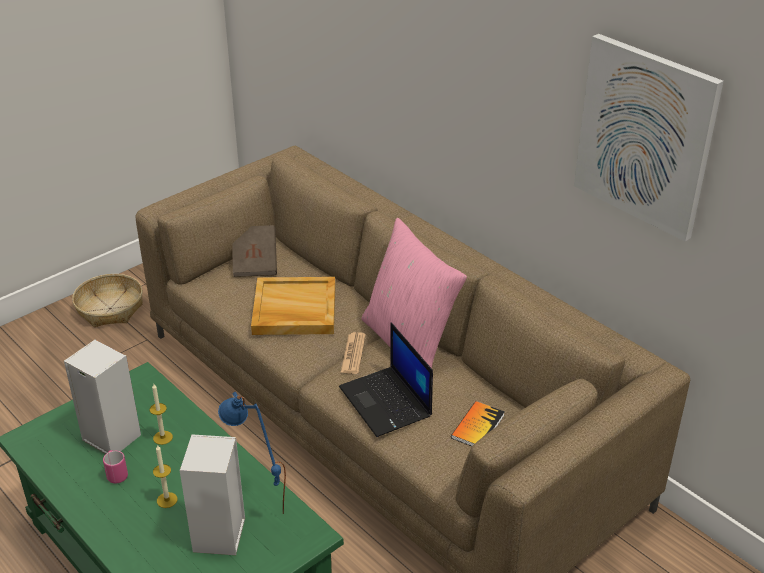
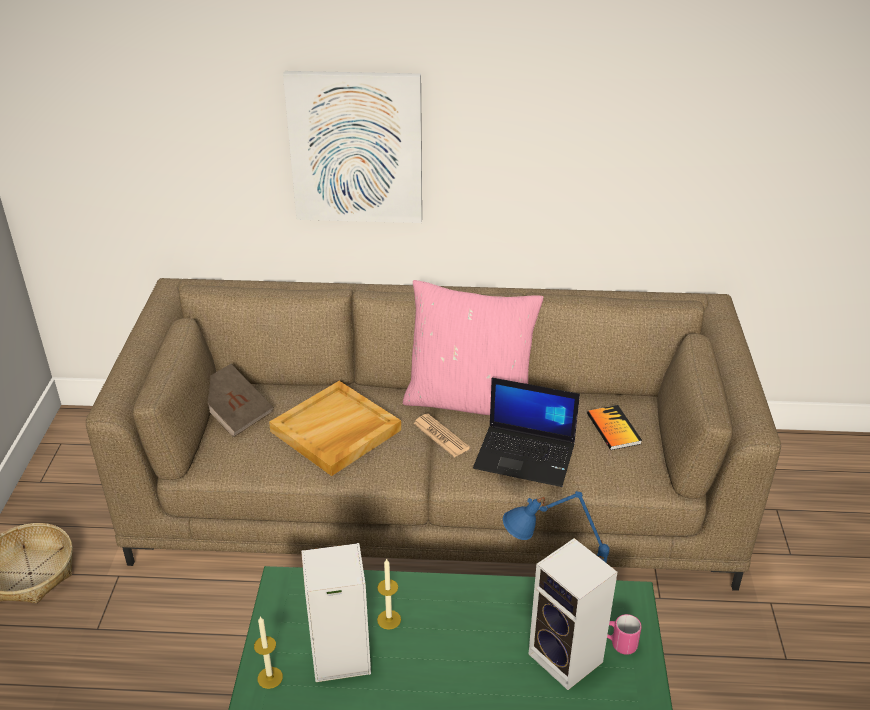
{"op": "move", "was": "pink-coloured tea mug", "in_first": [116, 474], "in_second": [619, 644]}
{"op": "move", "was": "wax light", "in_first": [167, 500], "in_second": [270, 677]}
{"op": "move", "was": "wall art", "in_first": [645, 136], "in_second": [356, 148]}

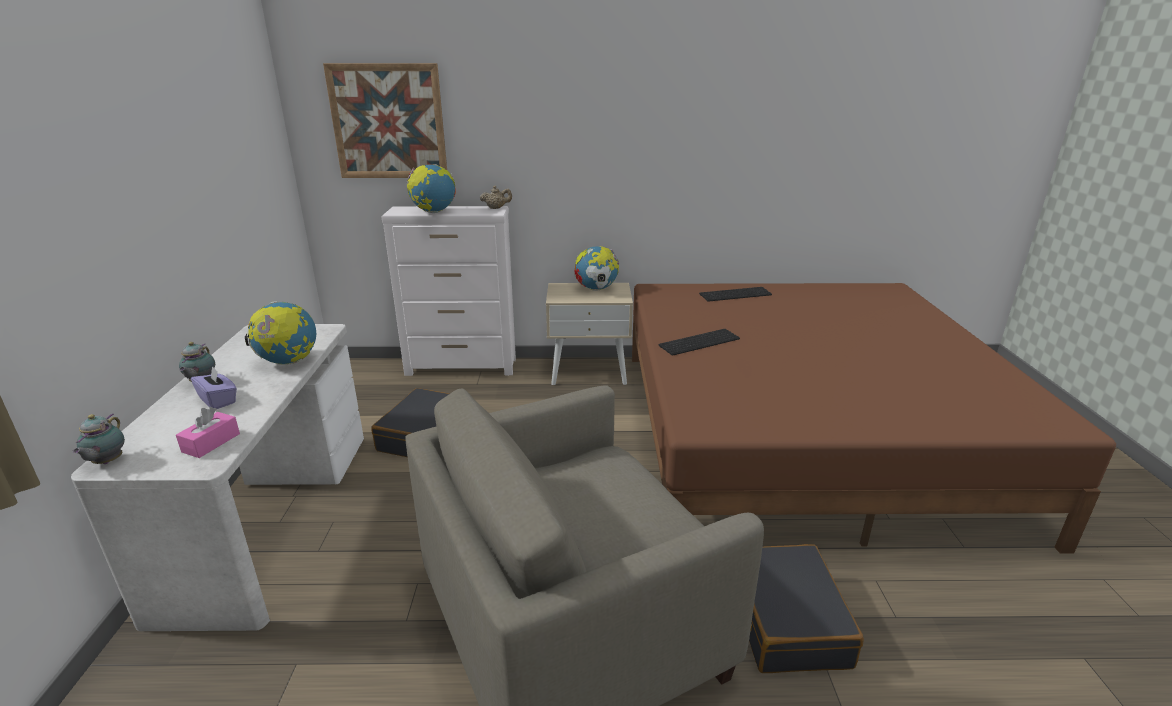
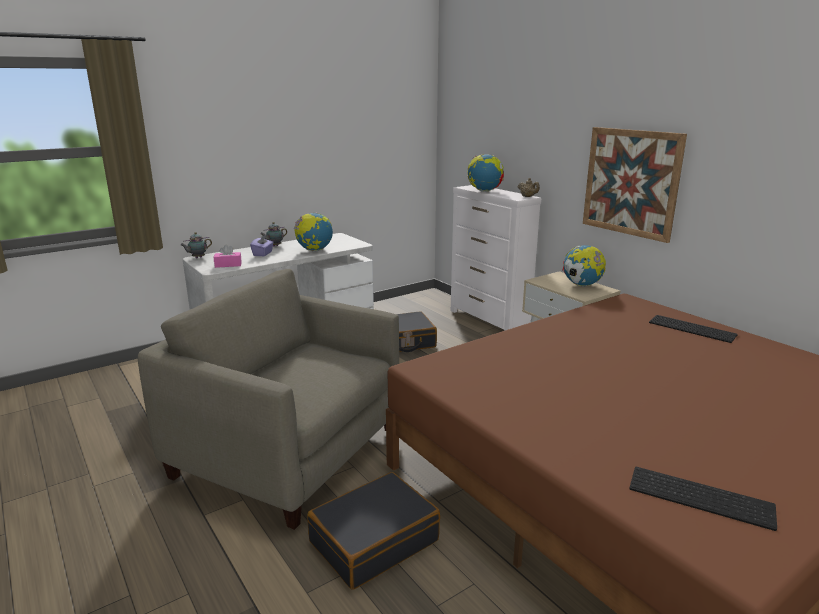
{"op": "move", "was": "wall art", "in_first": [388, 122], "in_second": [631, 182]}
{"op": "move", "was": "computer keyboard", "in_first": [699, 341], "in_second": [702, 496]}

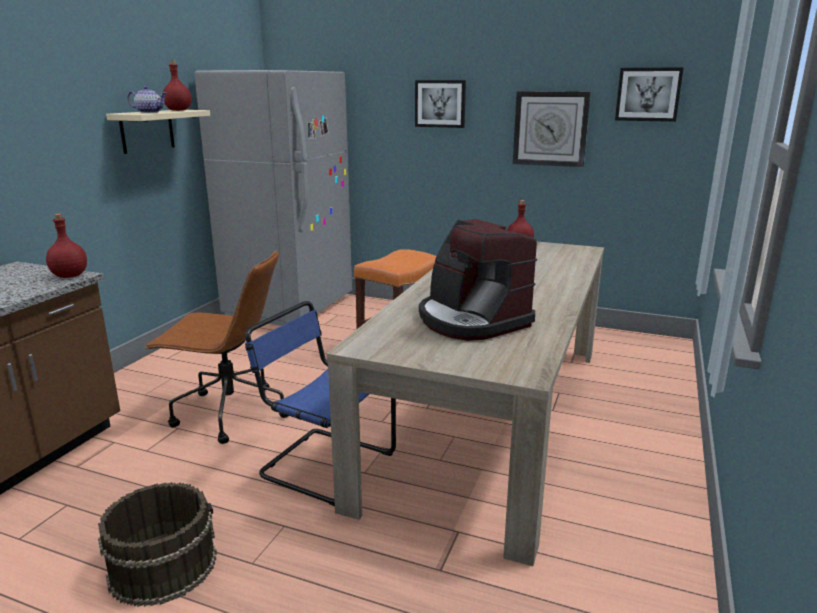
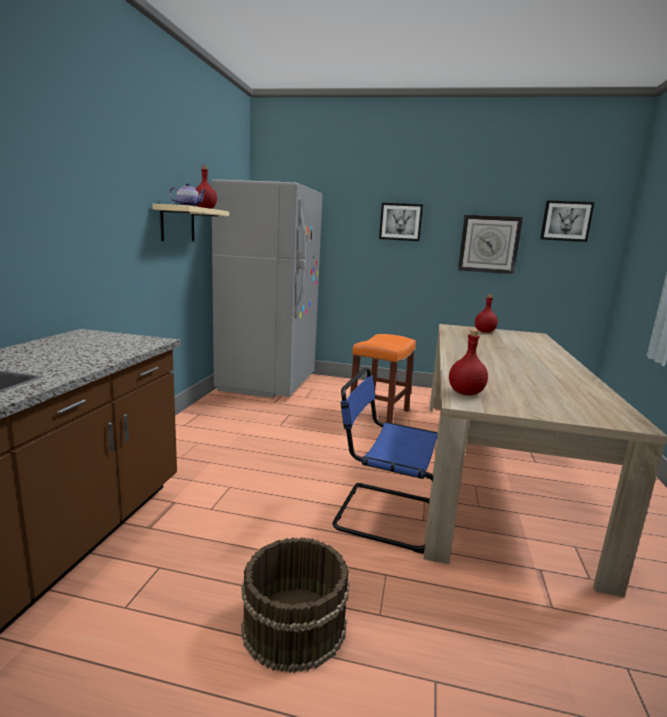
{"op": "move", "was": "red beverage bottle", "in_first": [69, 276], "in_second": [466, 393]}
{"op": "delete", "was": "brown desk chair", "in_first": [229, 413]}
{"op": "delete", "was": "coffee maker", "in_first": [471, 320]}

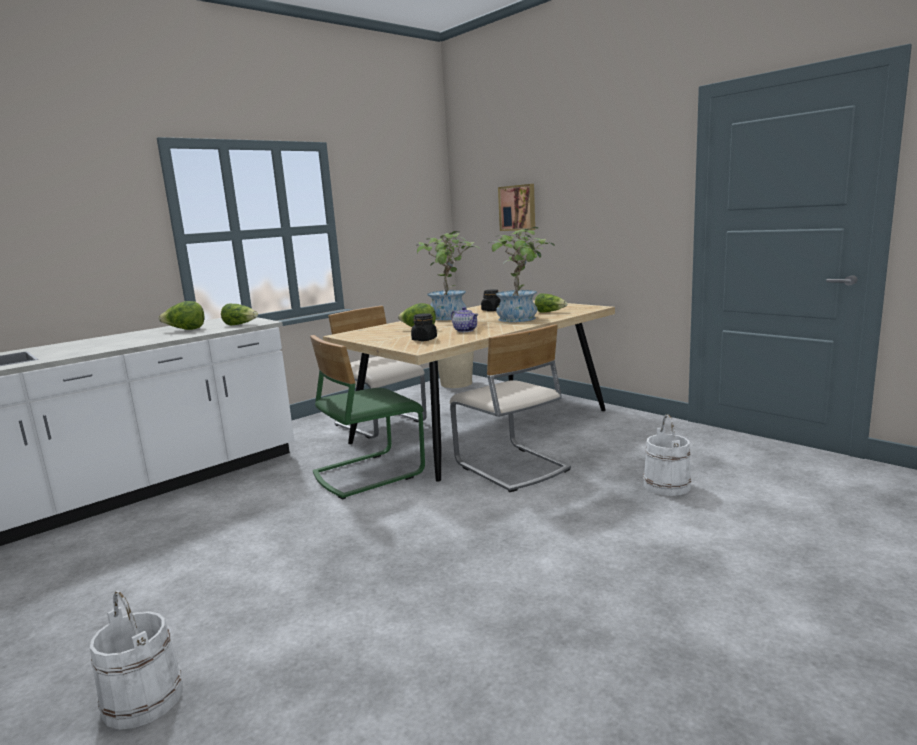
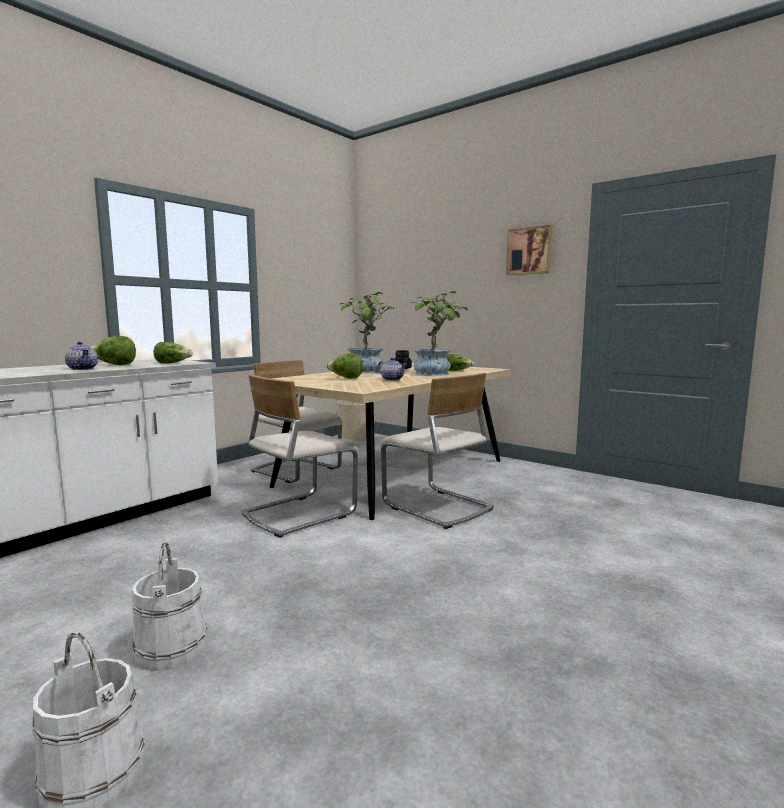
{"op": "recolor", "was": "green plain chair", "now": "beige plain chair", "in_first": [368, 473], "in_second": [298, 513]}
{"op": "delete", "was": "black storage jar", "in_first": [424, 339]}
{"op": "move", "was": "wall art", "in_first": [518, 208], "in_second": [529, 251]}
{"op": "move", "was": "white-coloured water bucket", "in_first": [666, 485], "in_second": [171, 648]}
{"op": "insert", "now": "teapot", "in_second": [83, 369]}

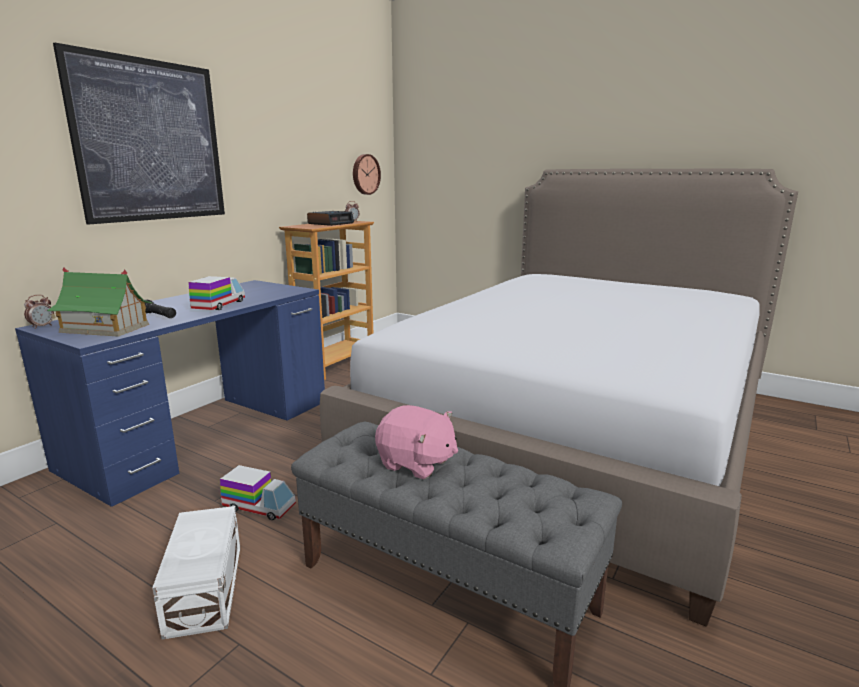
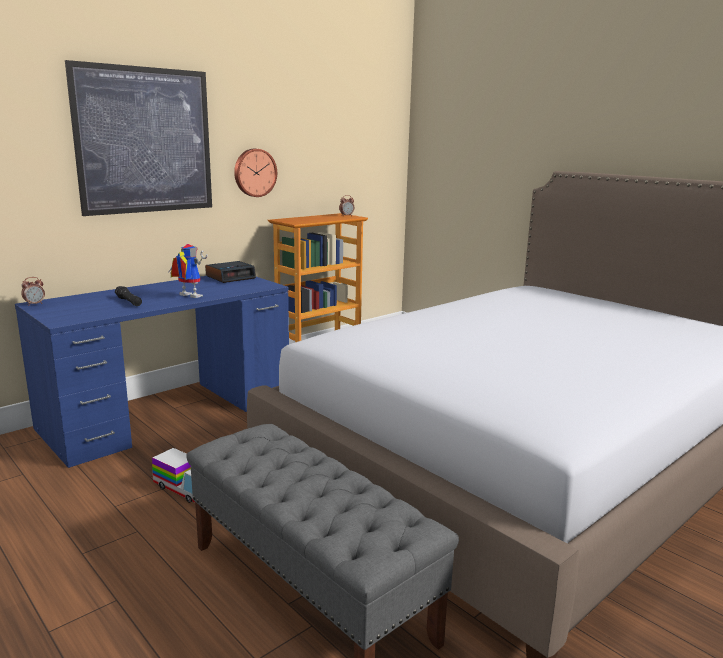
{"op": "delete", "was": "model house", "in_first": [104, 328]}
{"op": "delete", "was": "white-coloured storage box", "in_first": [203, 591]}
{"op": "replace", "was": "toy lorry", "now": "toy robot", "in_first": [219, 305], "in_second": [186, 296]}
{"op": "move", "was": "bedside clock", "in_first": [330, 223], "in_second": [231, 277]}
{"op": "move", "was": "clock on the wall", "in_first": [365, 174], "in_second": [254, 172]}
{"op": "delete", "was": "pink-coloured plush toy", "in_first": [416, 463]}

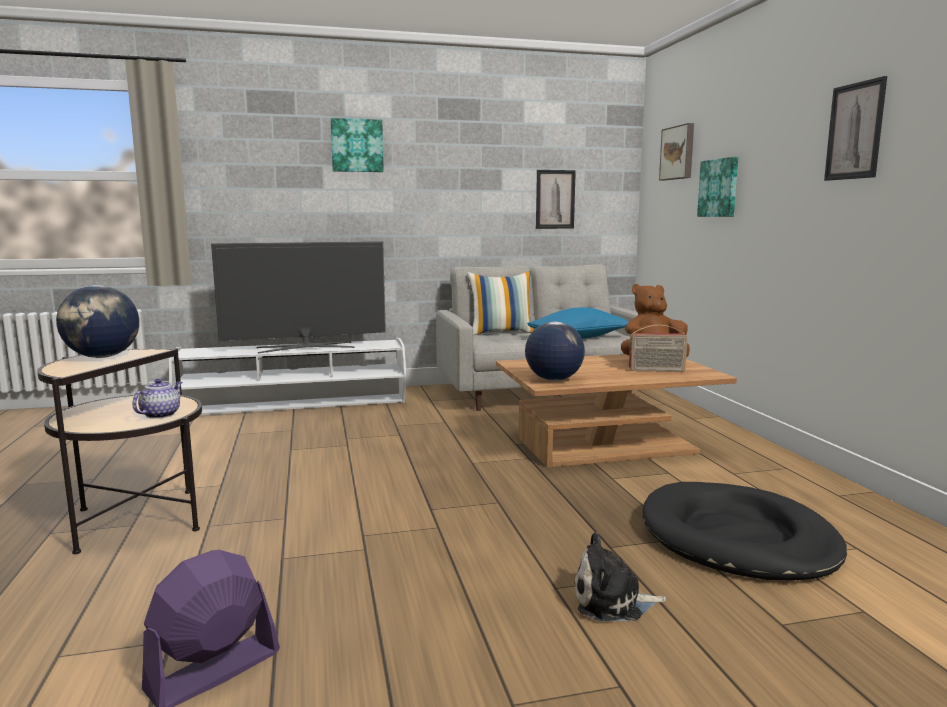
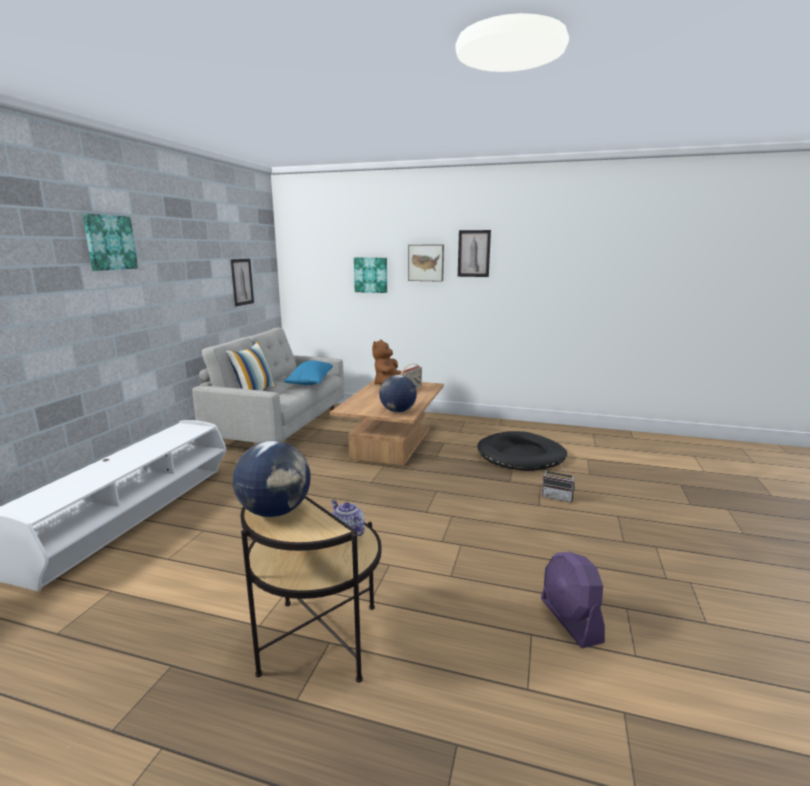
{"op": "delete", "was": "television", "in_first": [306, 347]}
{"op": "replace", "was": "plush toy", "now": "radio", "in_first": [612, 601], "in_second": [557, 497]}
{"op": "move", "was": "wall art", "in_first": [678, 153], "in_second": [426, 262]}

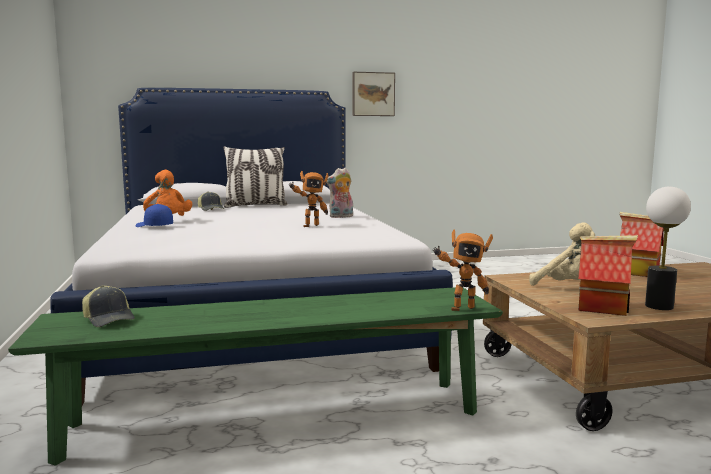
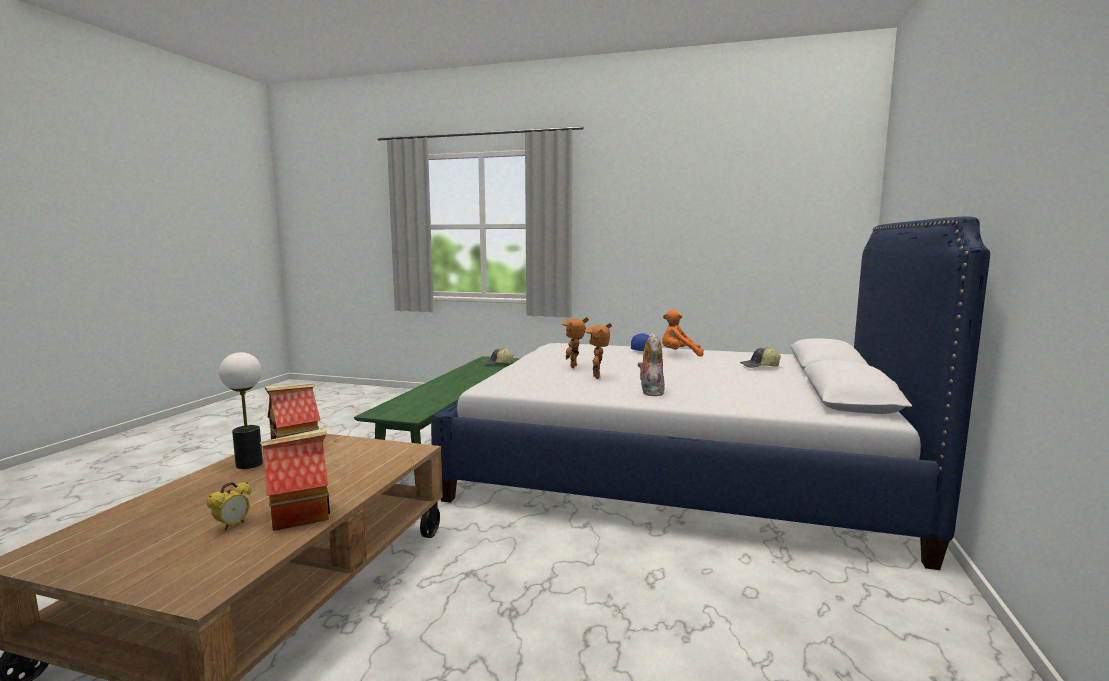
{"op": "delete", "was": "pillow", "in_first": [255, 206]}
{"op": "delete", "was": "wall art", "in_first": [373, 94]}
{"op": "move", "was": "toy robot", "in_first": [461, 308], "in_second": [576, 366]}
{"op": "delete", "was": "beige plush toy", "in_first": [568, 286]}
{"op": "insert", "now": "bedside clock", "in_second": [232, 525]}

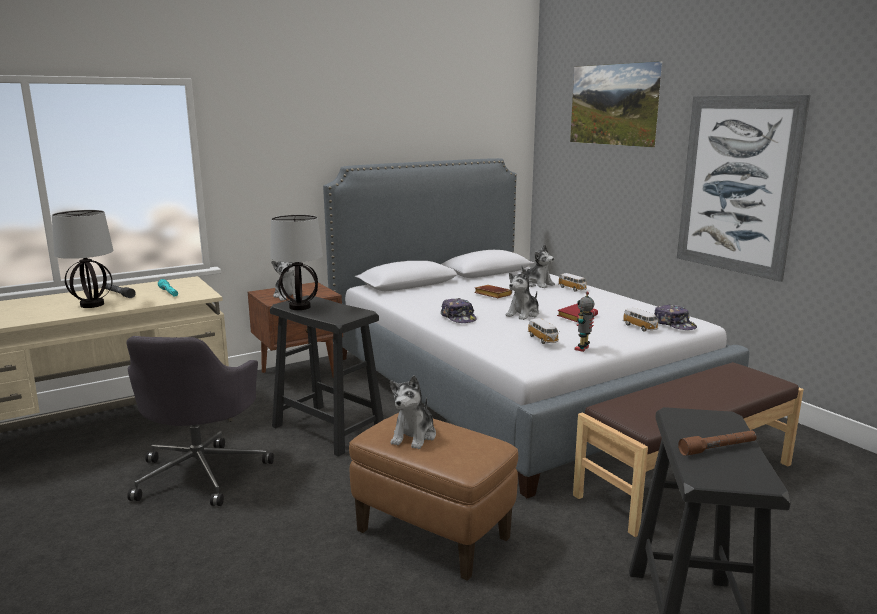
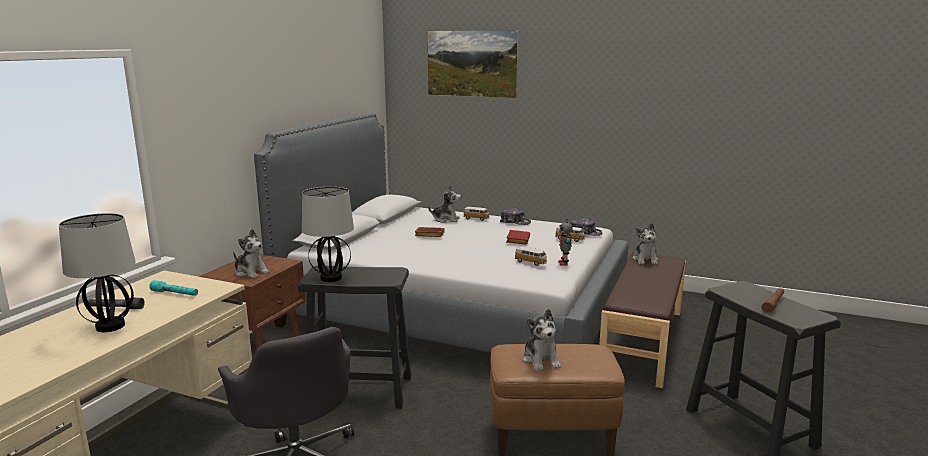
{"op": "move", "was": "cap", "in_first": [458, 318], "in_second": [515, 222]}
{"op": "move", "was": "plush toy", "in_first": [523, 314], "in_second": [645, 260]}
{"op": "delete", "was": "wall art", "in_first": [737, 185]}

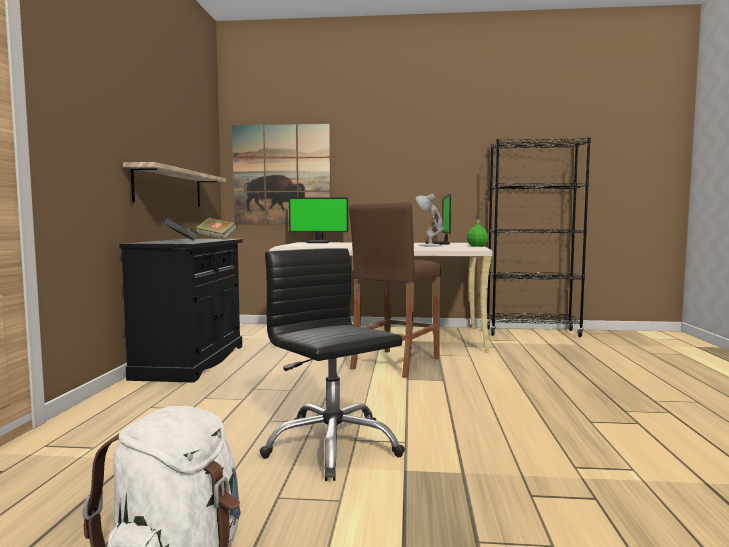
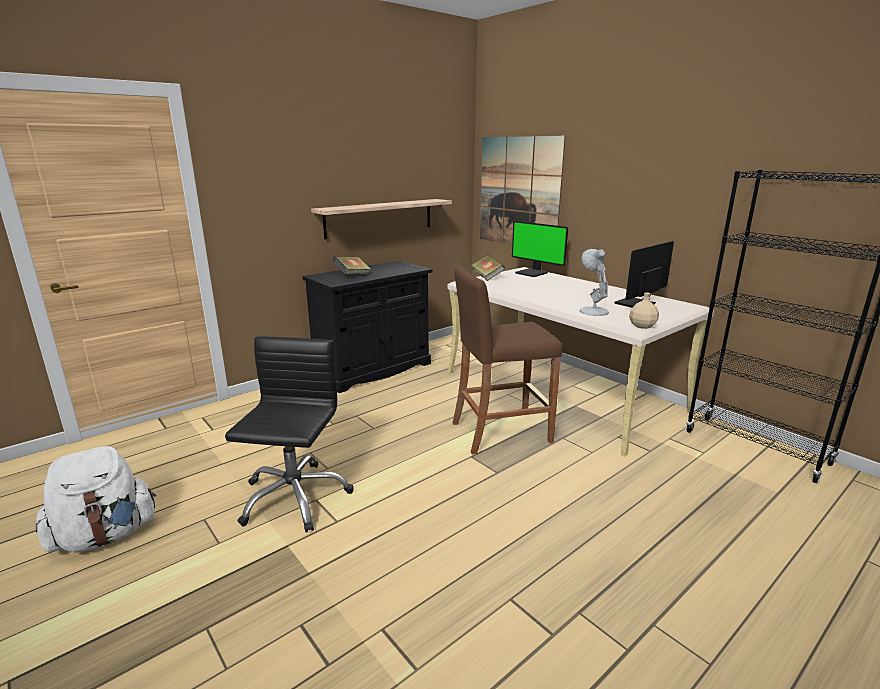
{"op": "move", "was": "book", "in_first": [216, 239], "in_second": [487, 277]}
{"op": "recolor", "was": "green beverage bottle", "now": "beige beverage bottle", "in_first": [477, 246], "in_second": [642, 326]}

